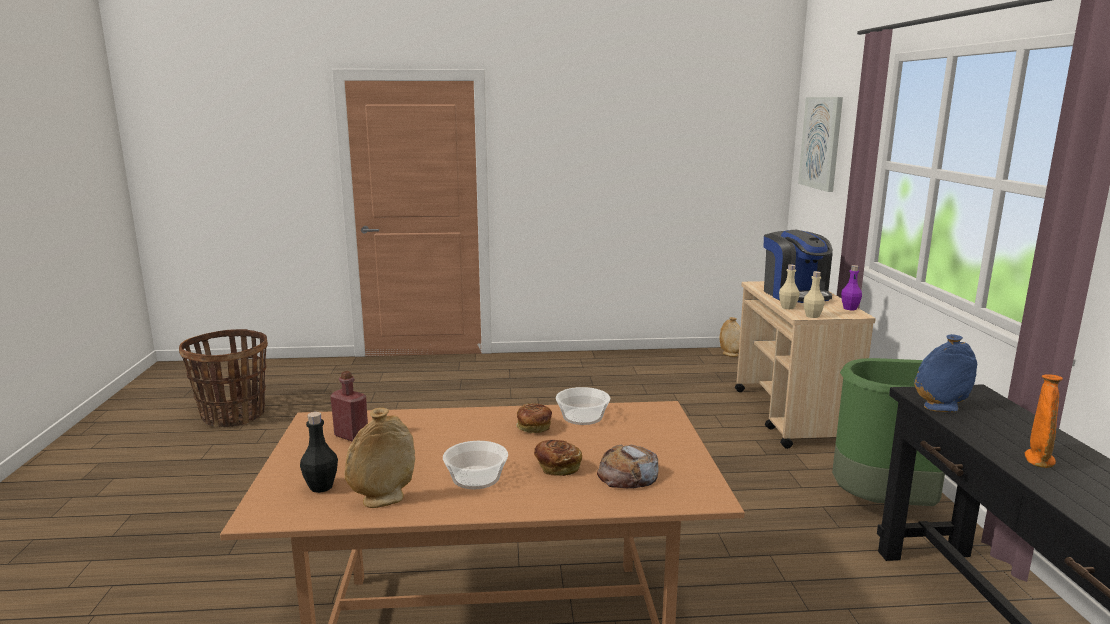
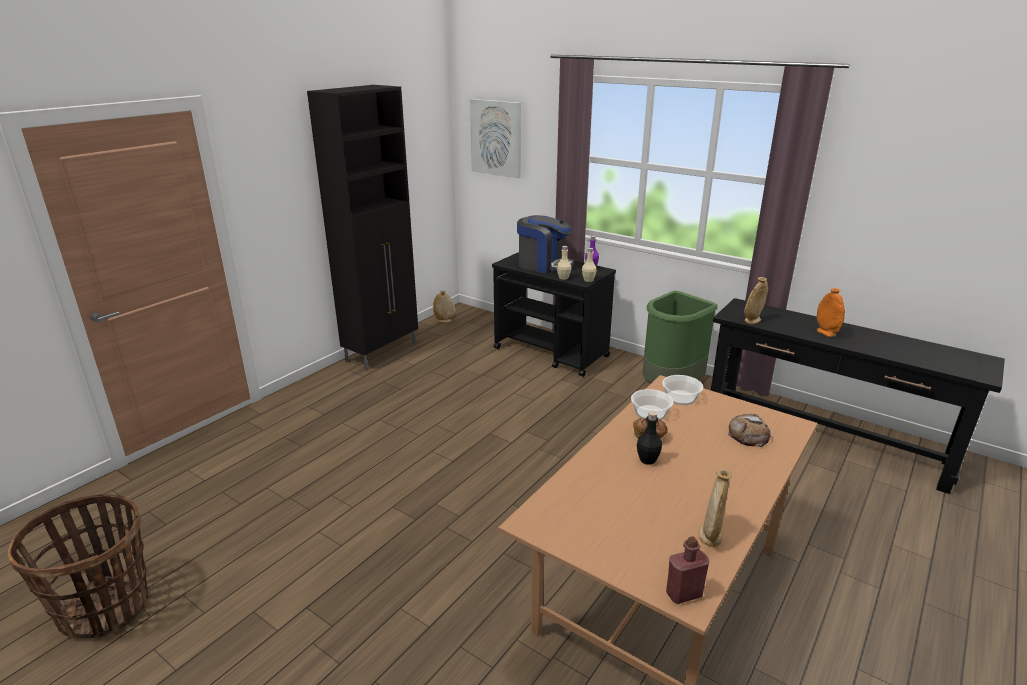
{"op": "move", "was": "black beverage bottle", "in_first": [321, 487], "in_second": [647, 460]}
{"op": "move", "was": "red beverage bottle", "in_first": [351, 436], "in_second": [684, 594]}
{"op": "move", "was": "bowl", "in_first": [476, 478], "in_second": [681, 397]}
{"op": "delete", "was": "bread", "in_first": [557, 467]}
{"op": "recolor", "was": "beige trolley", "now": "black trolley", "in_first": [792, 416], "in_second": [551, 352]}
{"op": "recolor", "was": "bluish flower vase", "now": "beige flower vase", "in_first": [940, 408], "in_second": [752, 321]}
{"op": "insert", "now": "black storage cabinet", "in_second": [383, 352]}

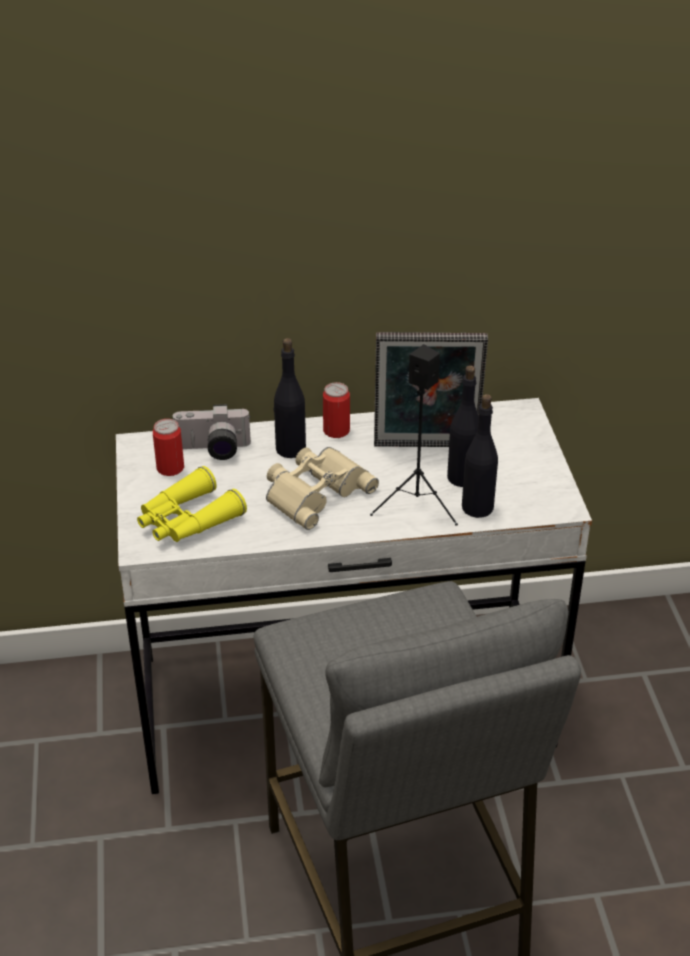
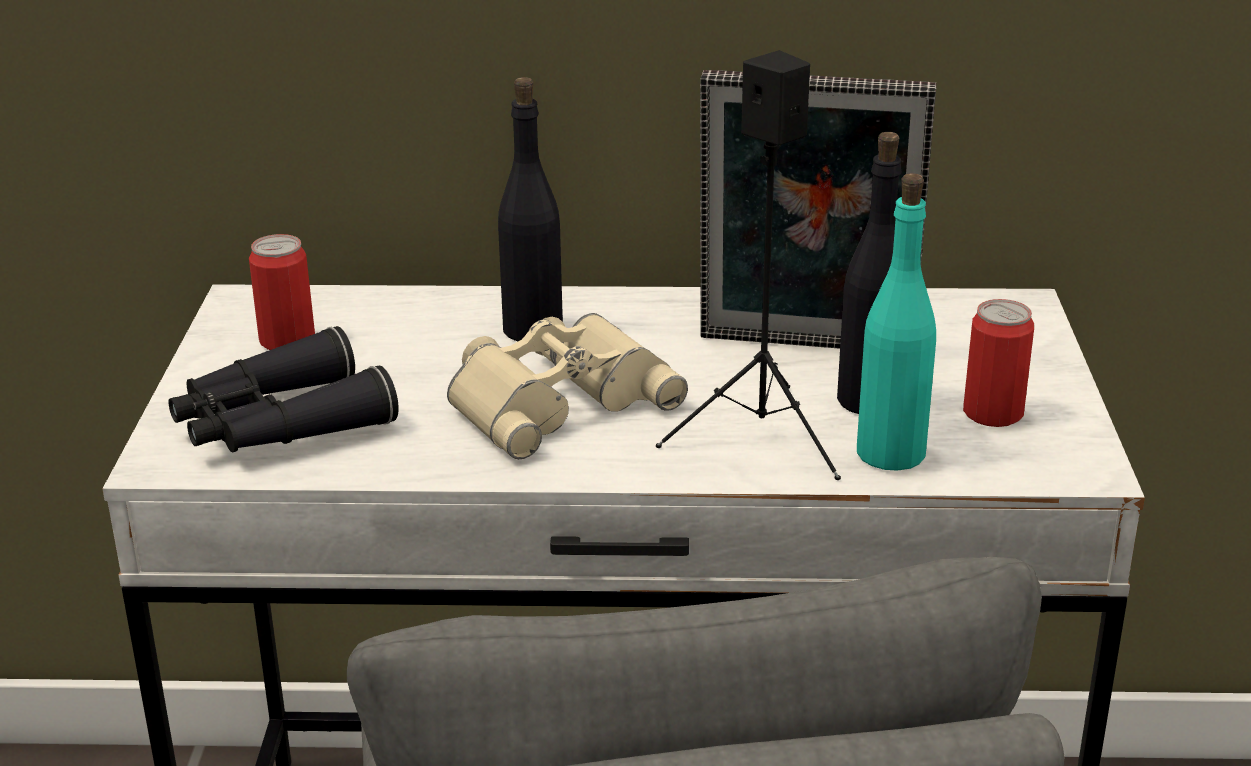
{"op": "recolor", "was": "yellow pair of binoculars", "now": "black pair of binoculars", "in_first": [187, 520], "in_second": [279, 424]}
{"op": "delete", "was": "photo camera", "in_first": [213, 450]}
{"op": "move", "was": "sealed can", "in_first": [336, 430], "in_second": [992, 413]}
{"op": "recolor", "was": "black beverage bottle", "now": "blue-green beverage bottle", "in_first": [477, 507], "in_second": [890, 452]}

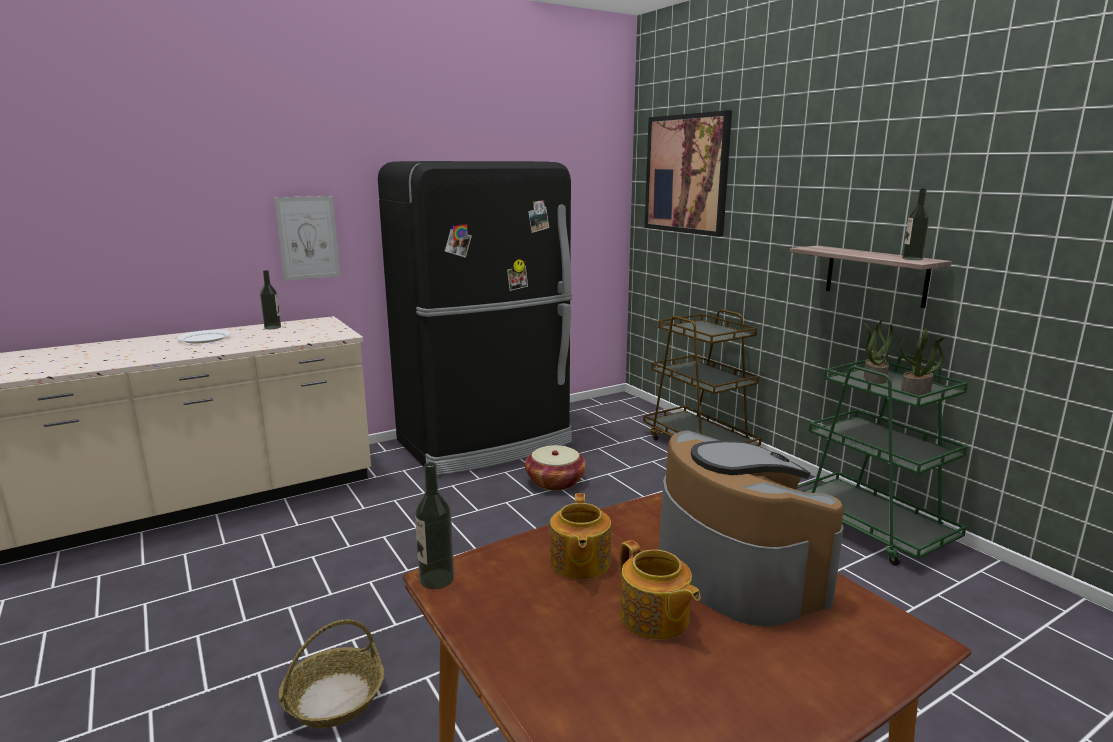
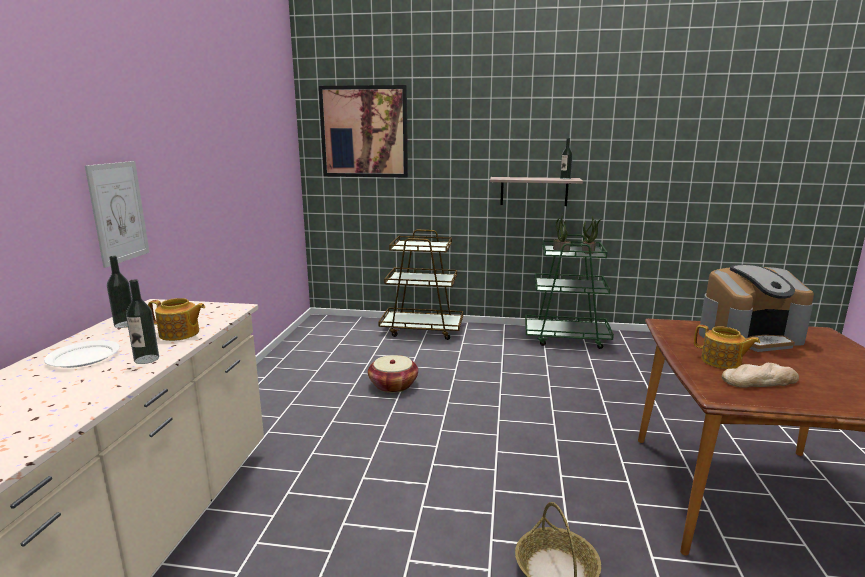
{"op": "delete", "was": "black refrigerator", "in_first": [486, 443]}
{"op": "move", "was": "beverage bottle", "in_first": [437, 579], "in_second": [146, 359]}
{"op": "move", "was": "teapot", "in_first": [654, 618], "in_second": [180, 334]}
{"op": "rotate", "was": "coffee maker", "in_first": [735, 568], "in_second": [748, 337], "clockwise": 150}
{"op": "insert", "now": "bread", "in_second": [759, 380]}

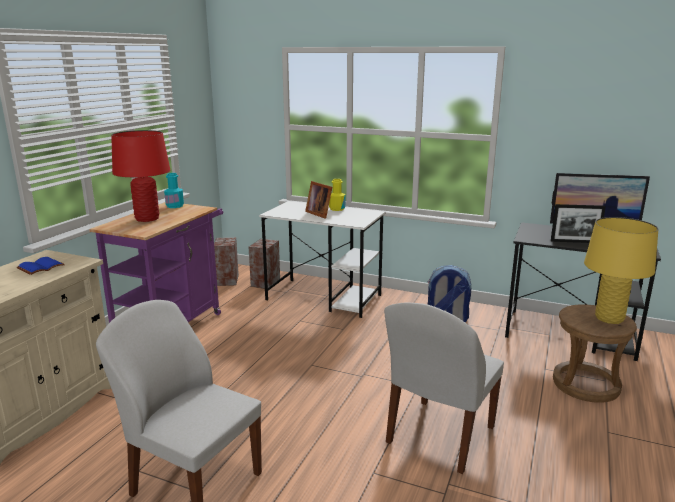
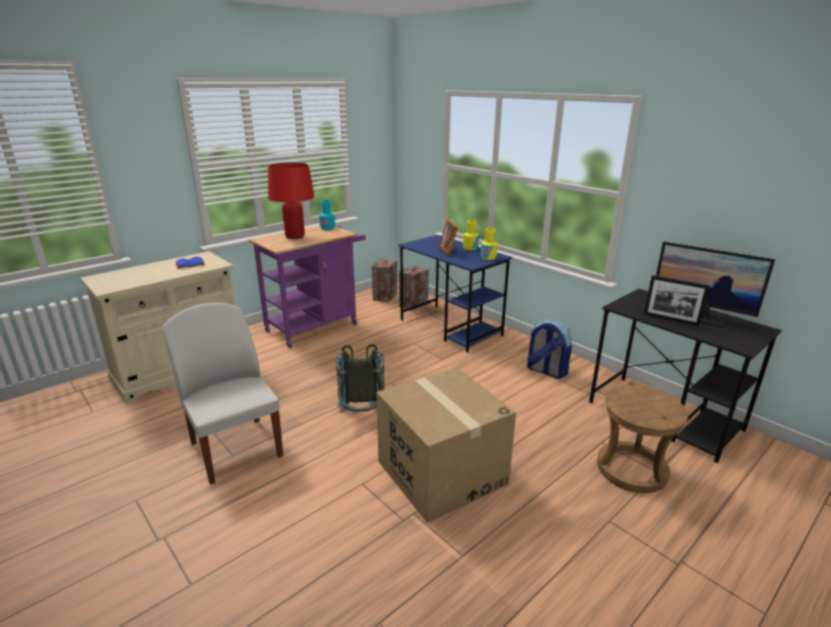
{"op": "recolor", "was": "white-coloured desk unit", "now": "bluish desk unit", "in_first": [324, 297], "in_second": [451, 327]}
{"op": "replace", "was": "white-coloured plain chair", "now": "packing box", "in_first": [439, 436], "in_second": [441, 472]}
{"op": "delete", "was": "yellow table lamp", "in_first": [609, 318]}
{"op": "insert", "now": "greyish rucksack", "in_second": [362, 416]}
{"op": "insert", "now": "yellow beverage bottle", "in_second": [488, 257]}

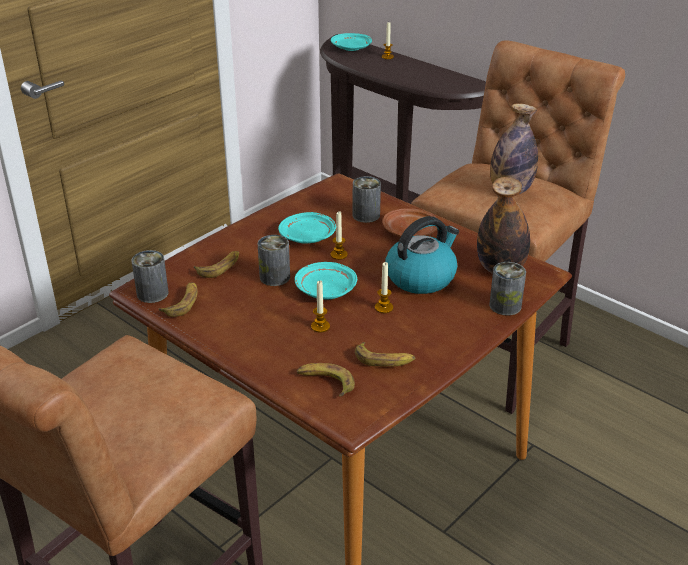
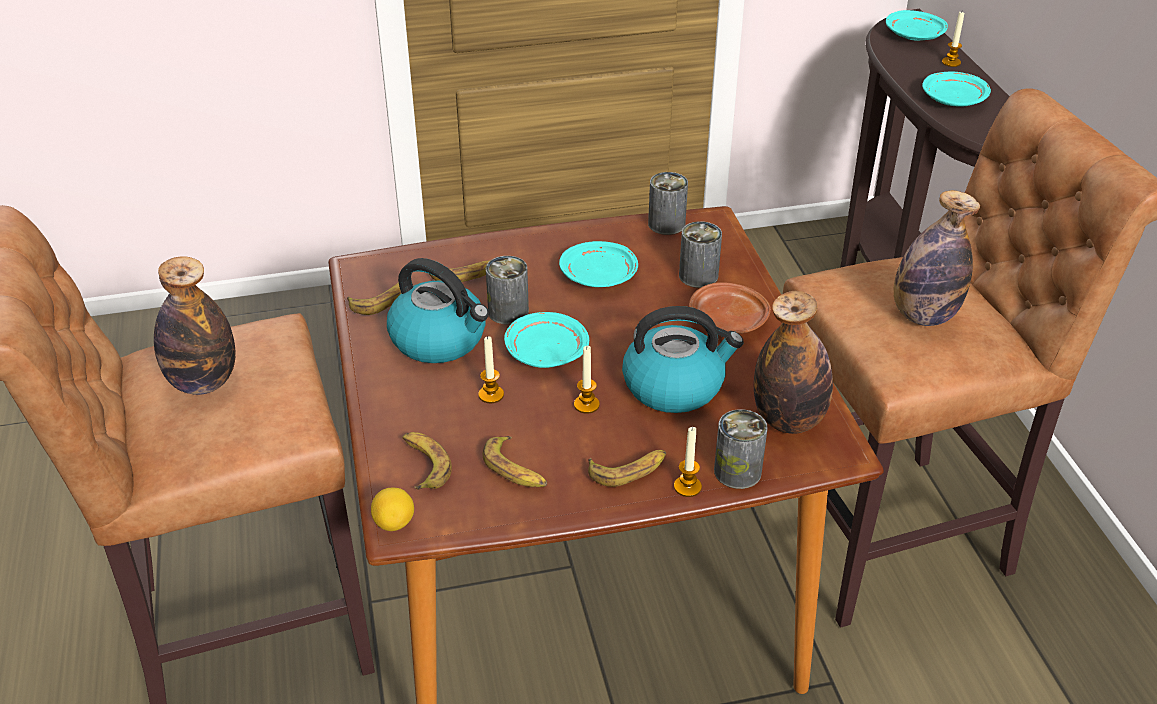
{"op": "move", "was": "sealed can", "in_first": [152, 293], "in_second": [666, 224]}
{"op": "move", "was": "wax light", "in_first": [339, 255], "in_second": [687, 487]}
{"op": "insert", "now": "beverage bottle", "in_second": [203, 382]}
{"op": "insert", "now": "lemon", "in_second": [394, 523]}
{"op": "insert", "now": "water kettle", "in_second": [440, 339]}
{"op": "insert", "now": "whole banana", "in_second": [628, 470]}
{"op": "insert", "now": "blue-green plate", "in_second": [953, 99]}

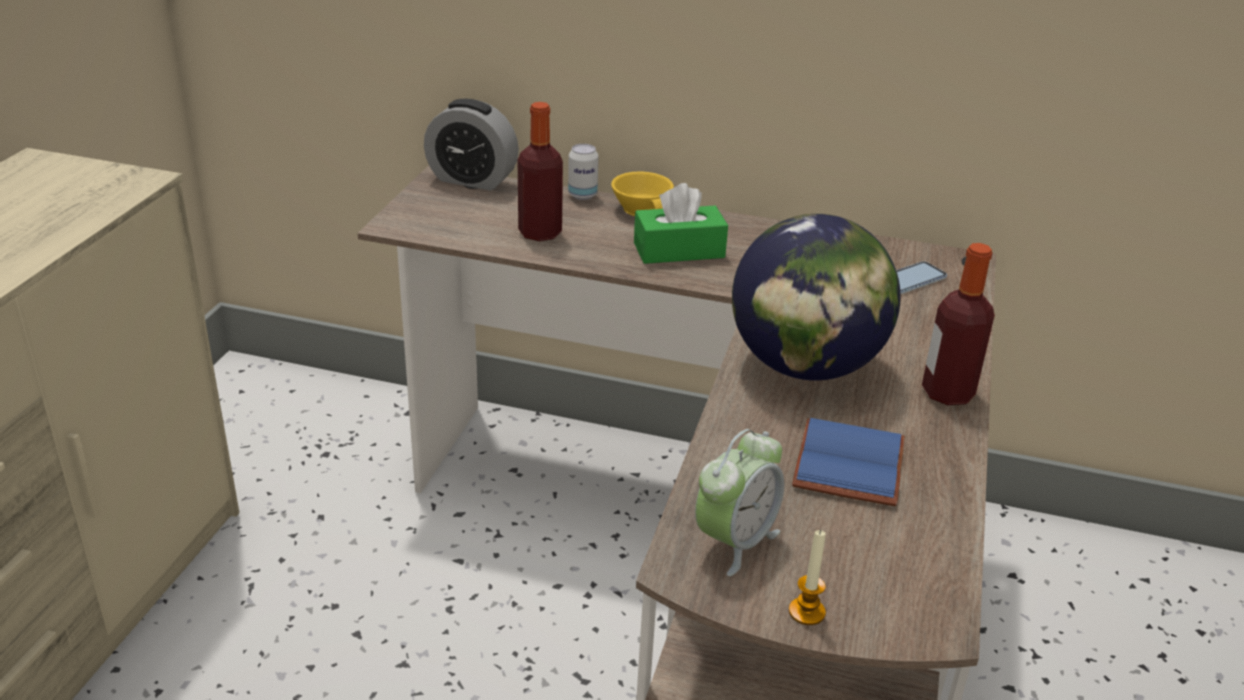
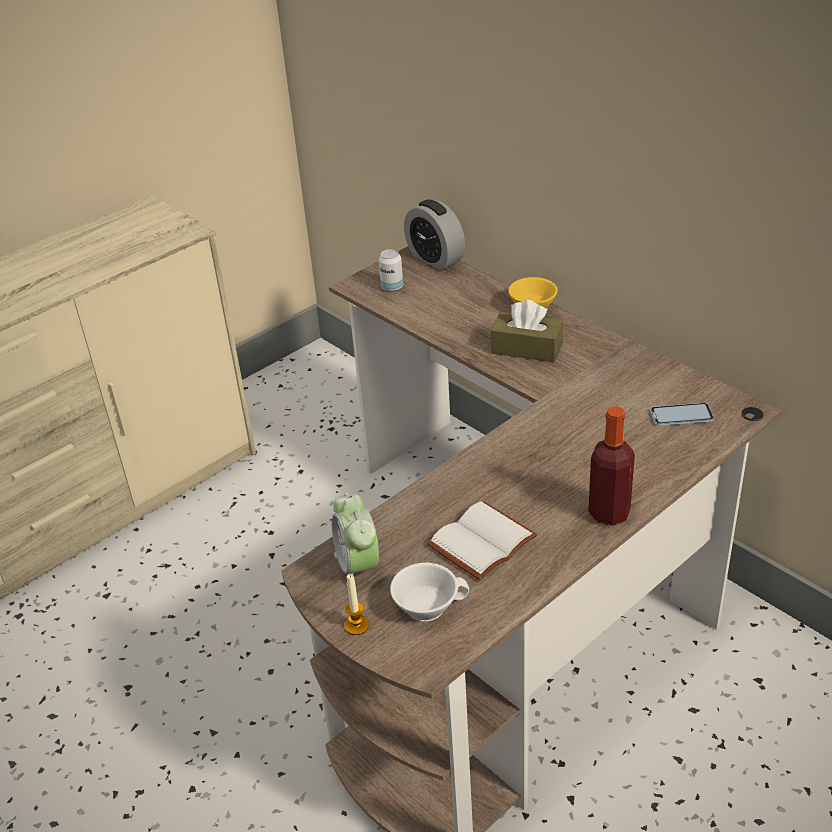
{"op": "delete", "was": "beverage bottle", "in_first": [540, 233]}
{"op": "move", "was": "sealed can", "in_first": [582, 195], "in_second": [392, 287]}
{"op": "recolor", "was": "green tissue holder", "now": "brown tissue holder", "in_first": [679, 250], "in_second": [527, 348]}
{"op": "rotate", "was": "bedside clock", "in_first": [735, 542], "in_second": [358, 567], "clockwise": 90}
{"op": "delete", "was": "world globe", "in_first": [805, 367]}
{"op": "recolor", "was": "bluish book", "now": "white-coloured book", "in_first": [852, 466], "in_second": [482, 544]}
{"op": "insert", "now": "white-coloured small cup", "in_second": [427, 604]}

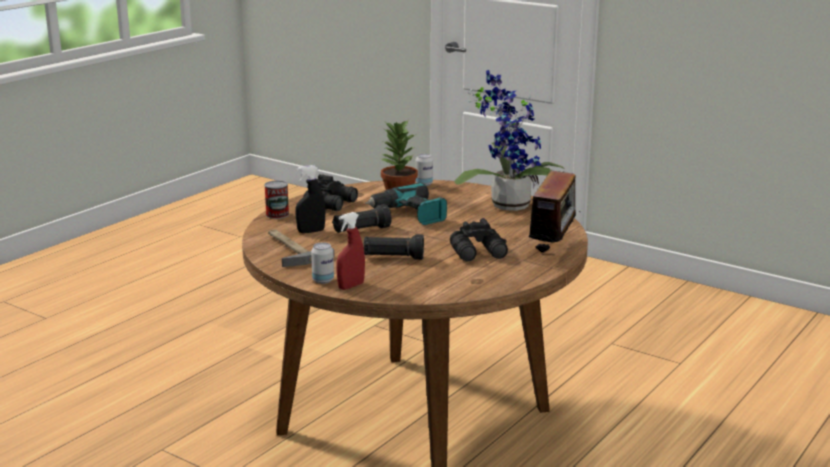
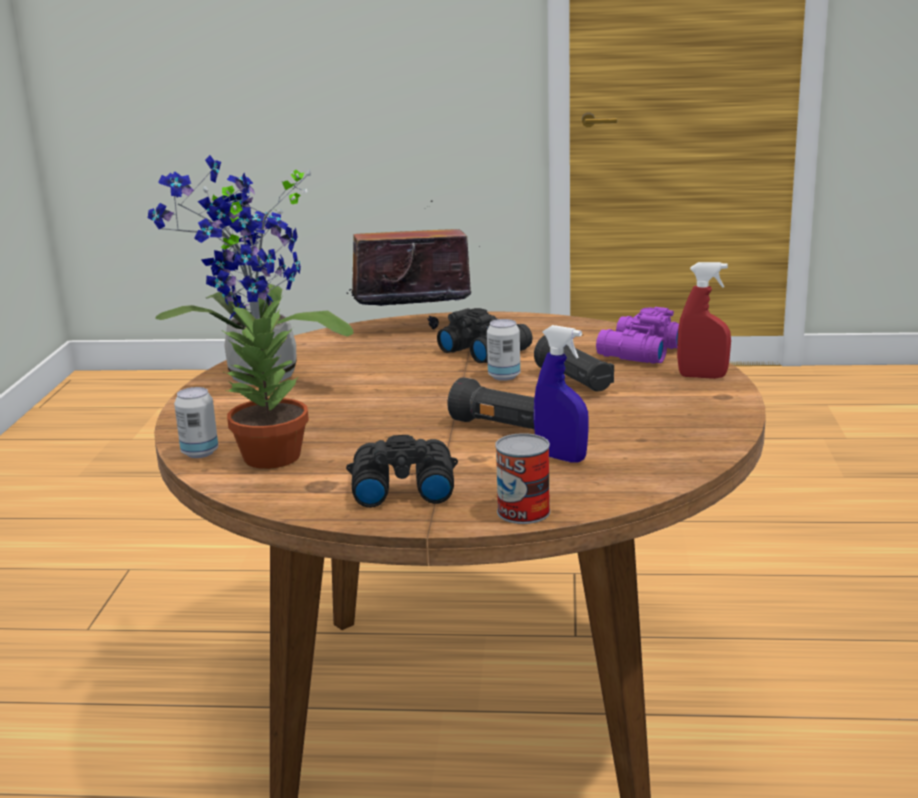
{"op": "delete", "was": "tool hammer", "in_first": [290, 249]}
{"op": "recolor", "was": "black spray bottle", "now": "bluish spray bottle", "in_first": [311, 231], "in_second": [561, 457]}
{"op": "move", "was": "sealed can", "in_first": [323, 280], "in_second": [504, 376]}
{"op": "delete", "was": "electric drill", "in_first": [409, 215]}
{"op": "insert", "now": "purple pair of binoculars", "in_second": [637, 352]}

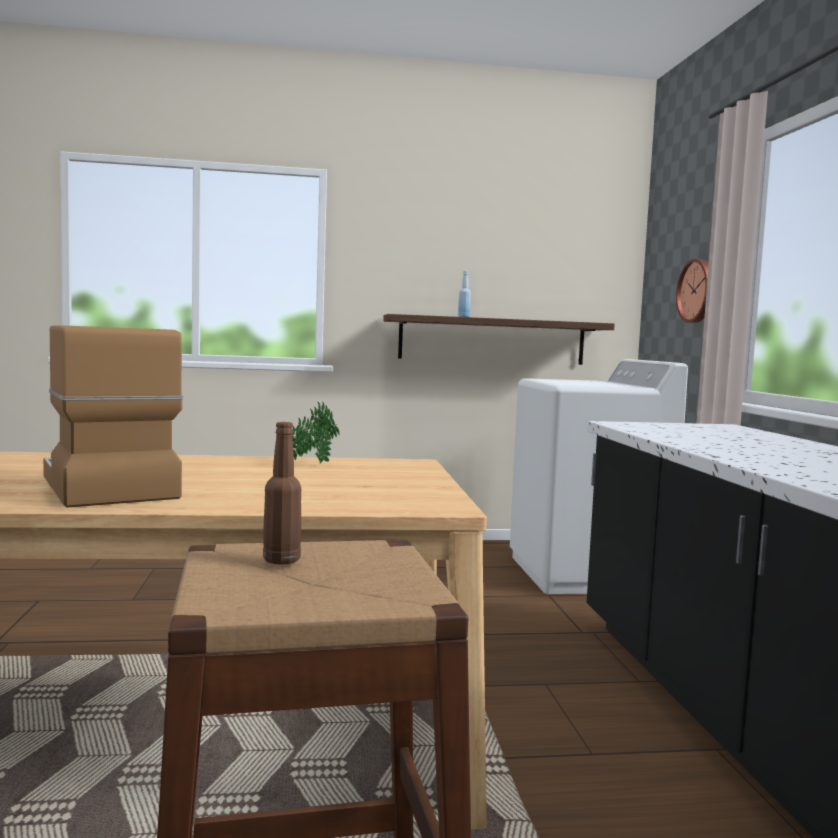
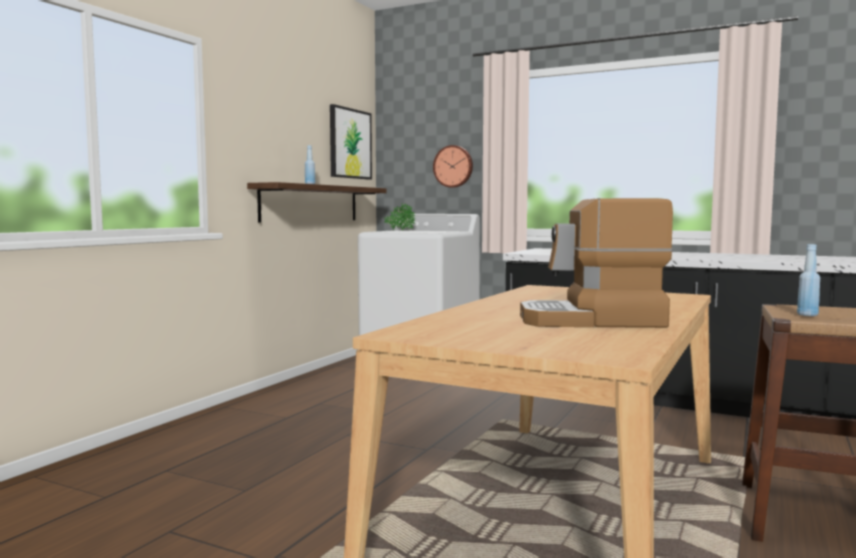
{"op": "recolor", "was": "brown beverage bottle", "now": "bluish beverage bottle", "in_first": [282, 560], "in_second": [807, 315]}
{"op": "move", "was": "plant in a pot", "in_first": [311, 463], "in_second": [399, 230]}
{"op": "insert", "now": "wall art", "in_second": [350, 143]}

